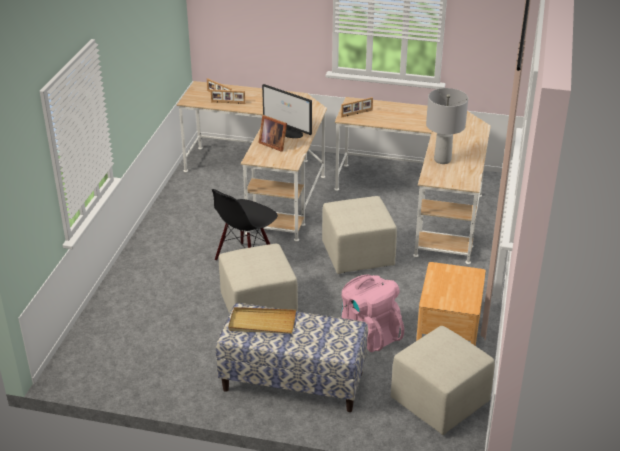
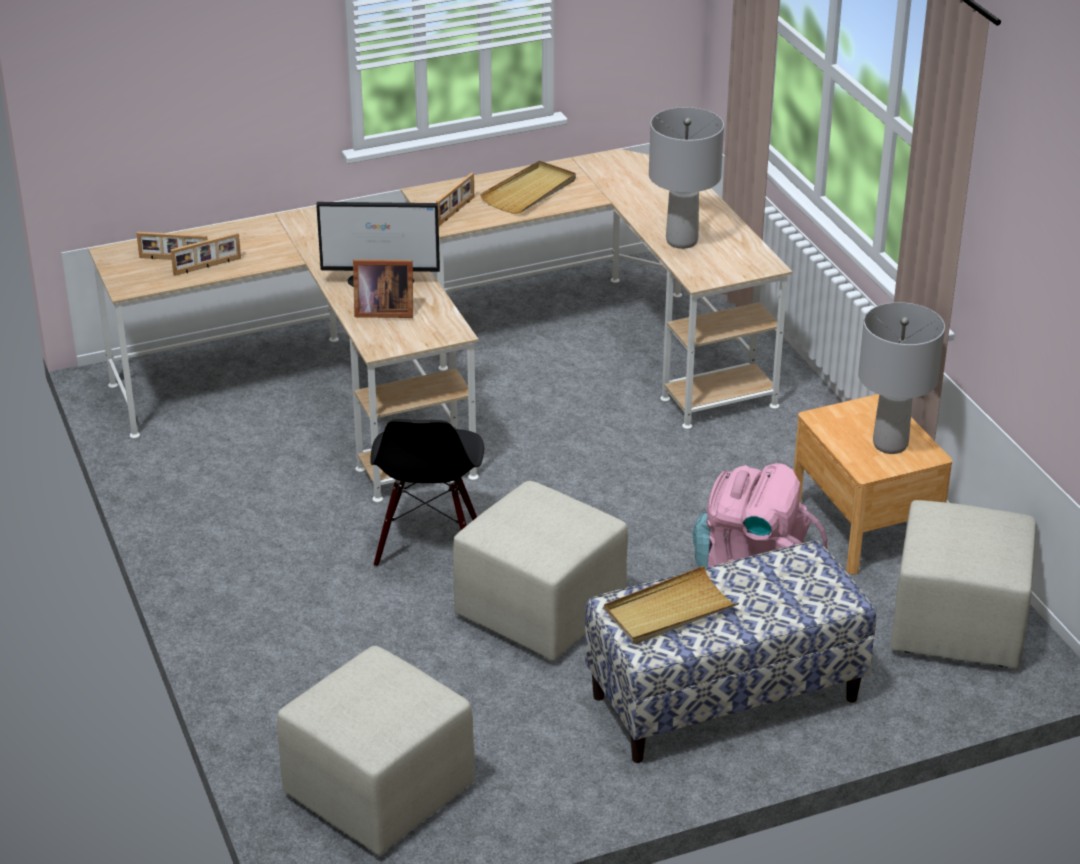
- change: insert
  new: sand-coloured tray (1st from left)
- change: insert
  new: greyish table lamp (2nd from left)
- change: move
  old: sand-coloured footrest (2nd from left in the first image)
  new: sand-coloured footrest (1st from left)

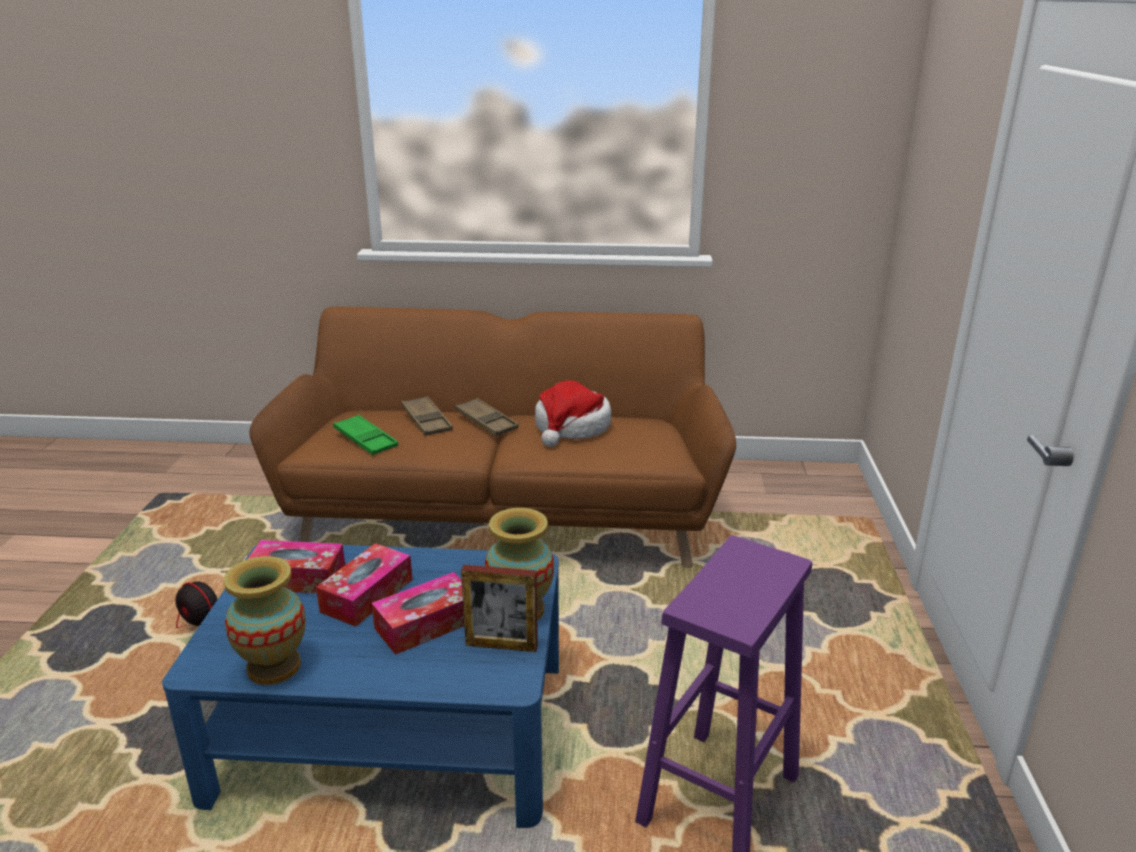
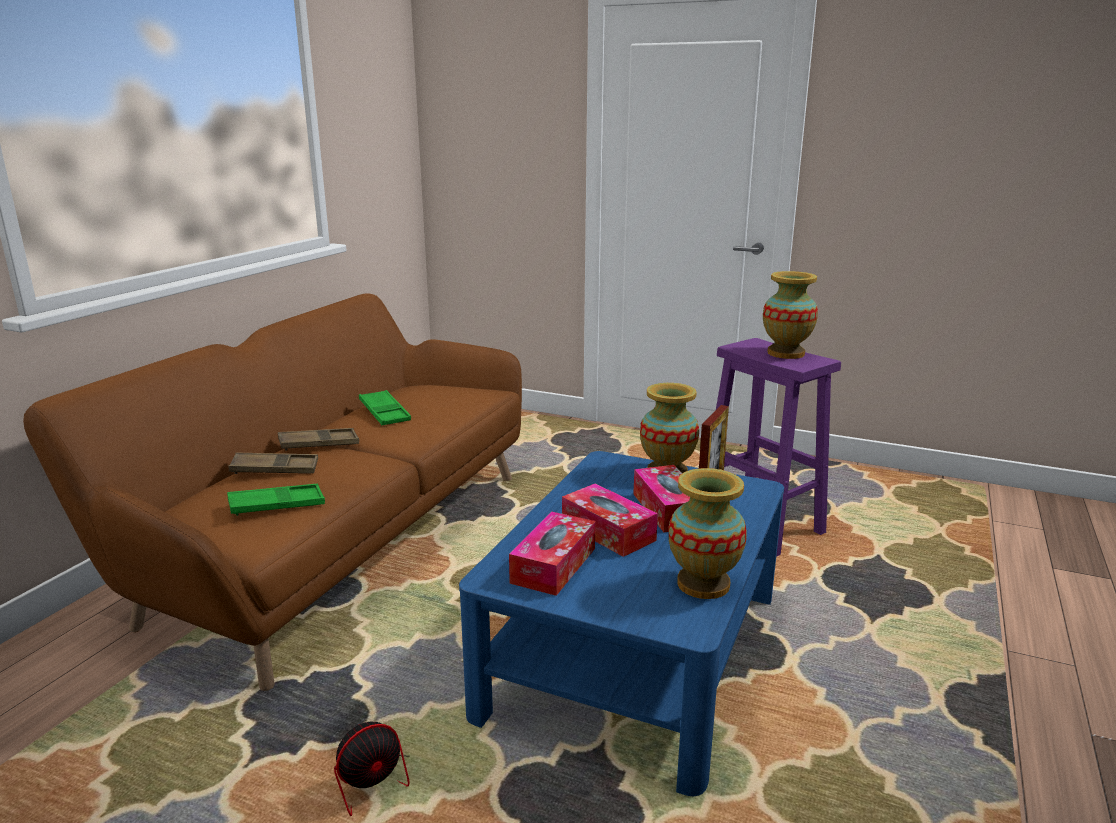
- change: insert
  new: vase (3rd from left)
- change: replace
  old: wearable hat
  new: green-coloured tray (2nd from left)

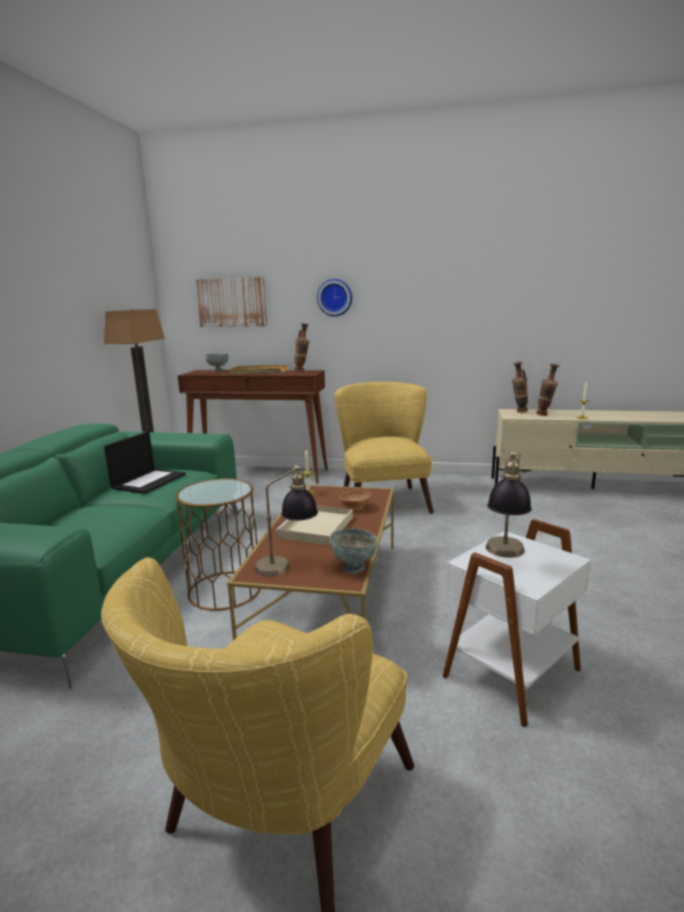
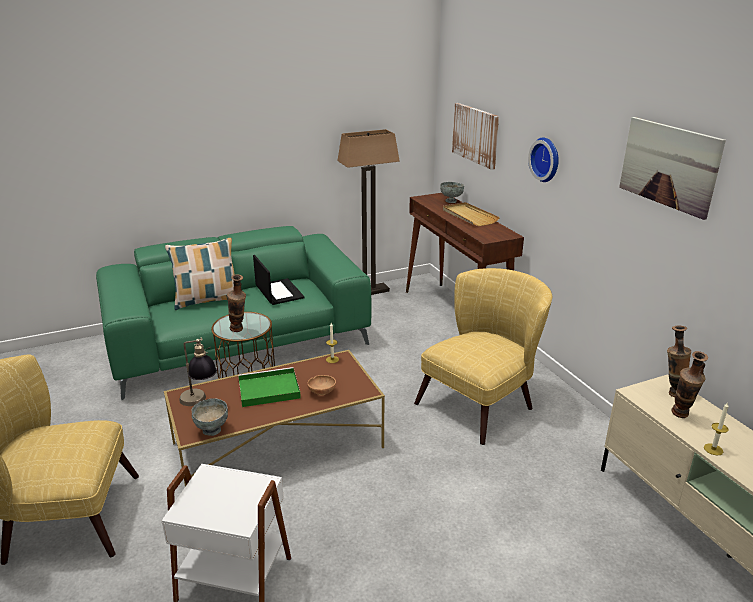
- change: delete
  old: table lamp (2nd from left)
- change: insert
  new: throw pillow
- change: insert
  new: picture (2nd from left)
- change: move
  old: vase (1st from left)
- change: recolor
  old: sand-coloured tray (2nd from left)
  new: green-coloured tray
- change: rotate
  old: notebook computer
  degrees: -105

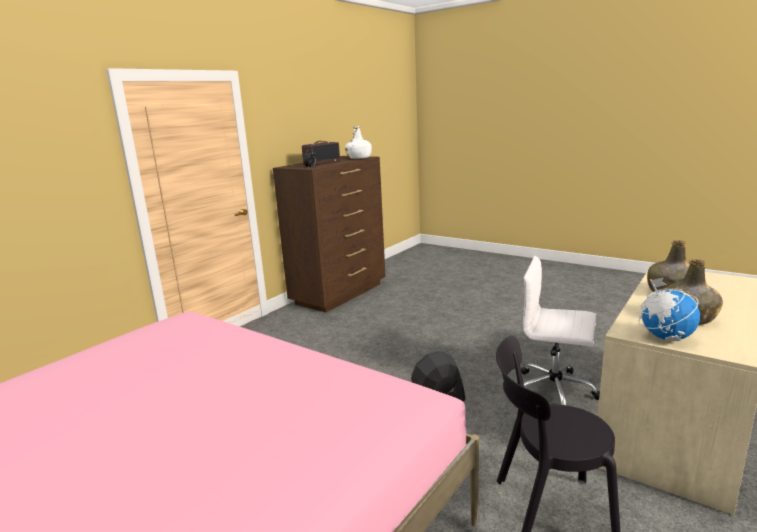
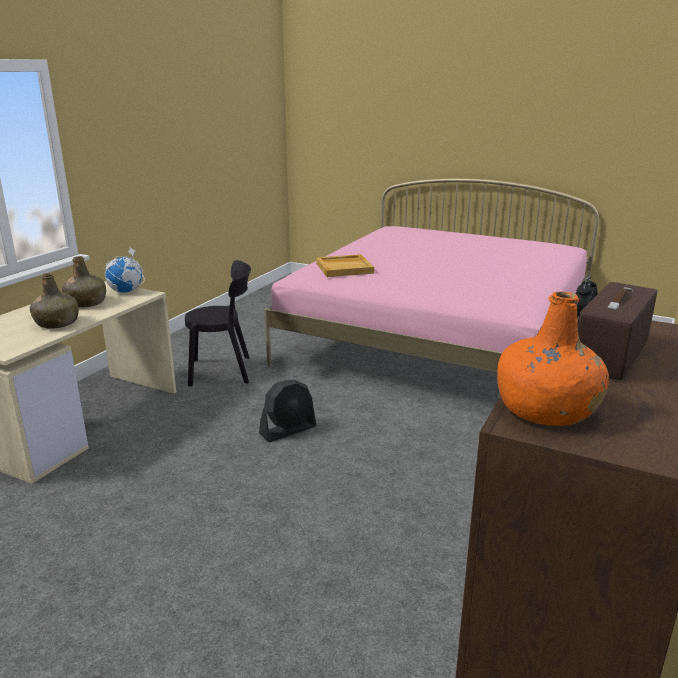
- change: delete
  old: white-coloured desk chair
- change: insert
  new: sand-coloured tray
- change: recolor
  old: white-coloured beverage bottle
  new: orangey beverage bottle

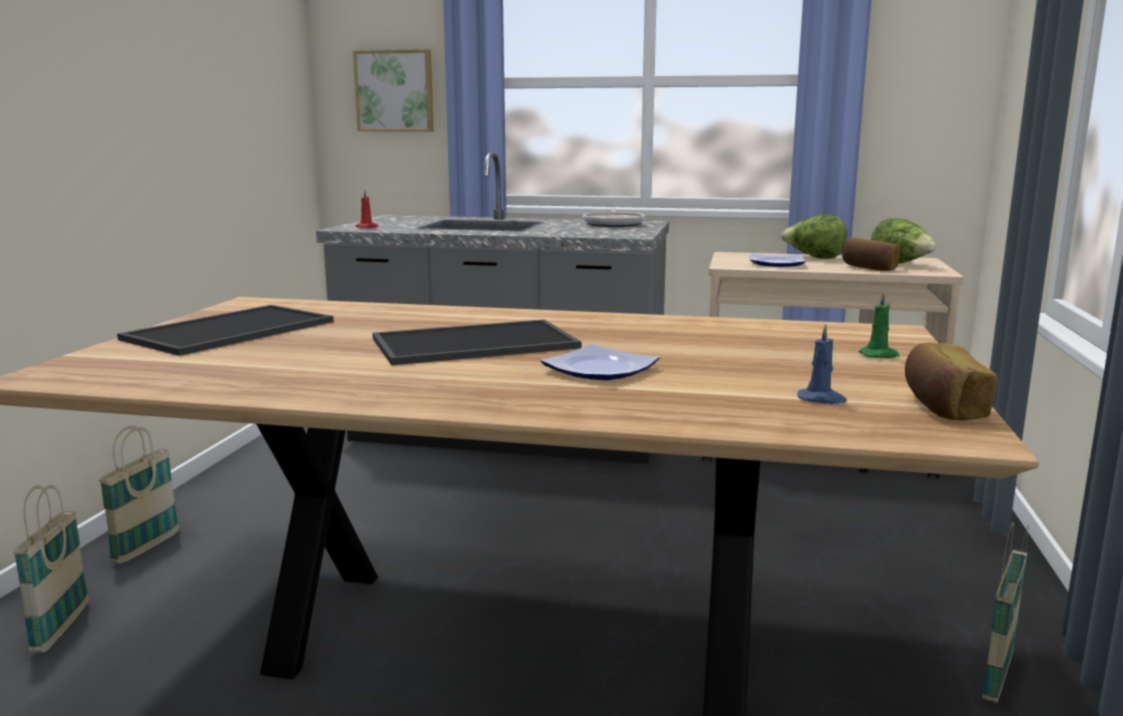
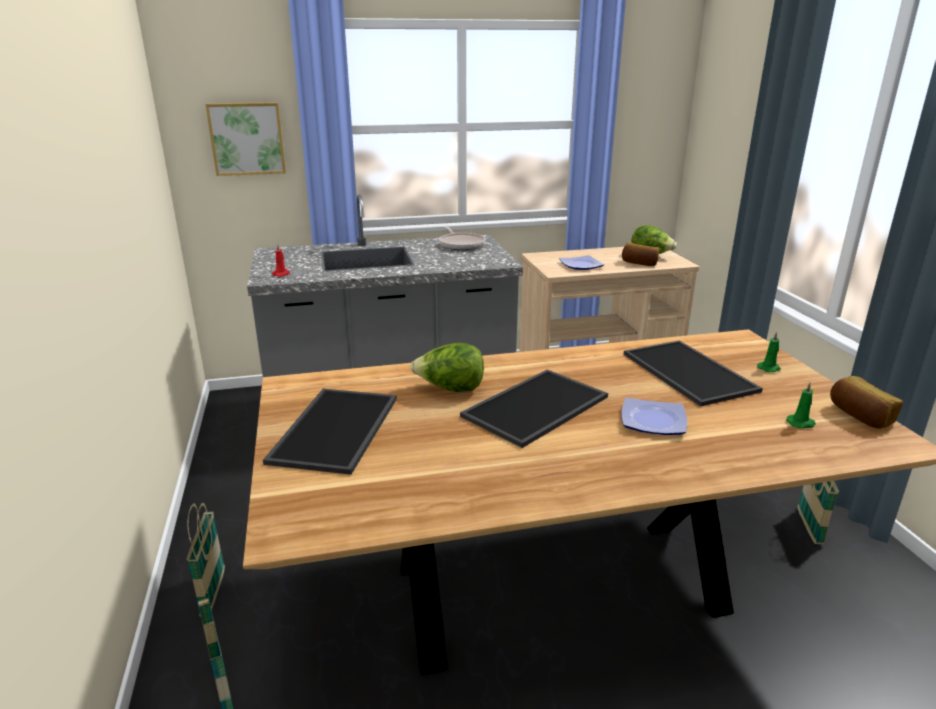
- change: insert
  new: tray (3rd from left)
- change: move
  old: lettuce (1st from left)
- change: recolor
  old: blue candle
  new: green-coloured candle (2nd from left)

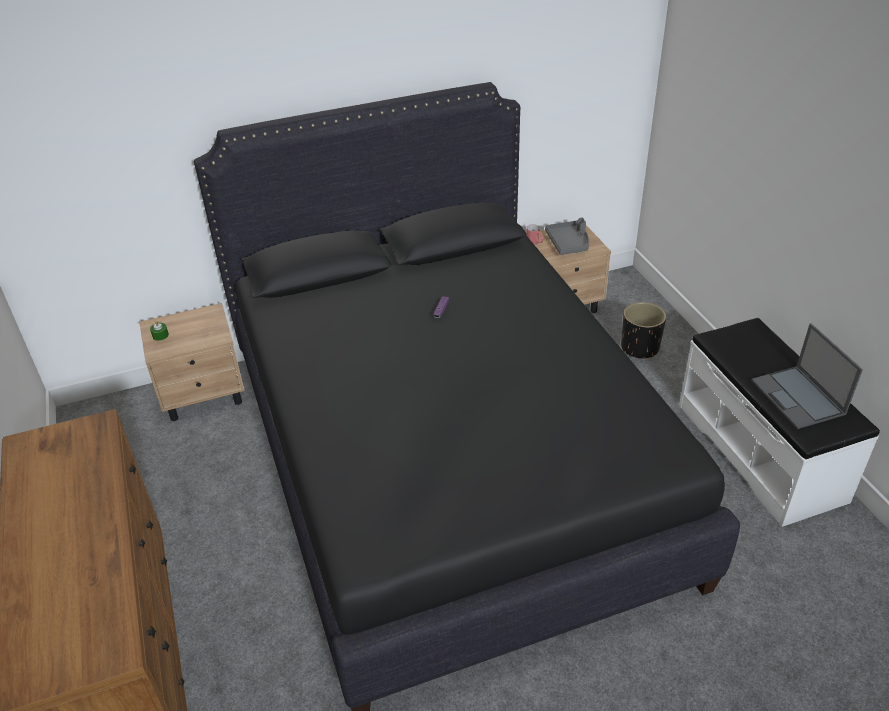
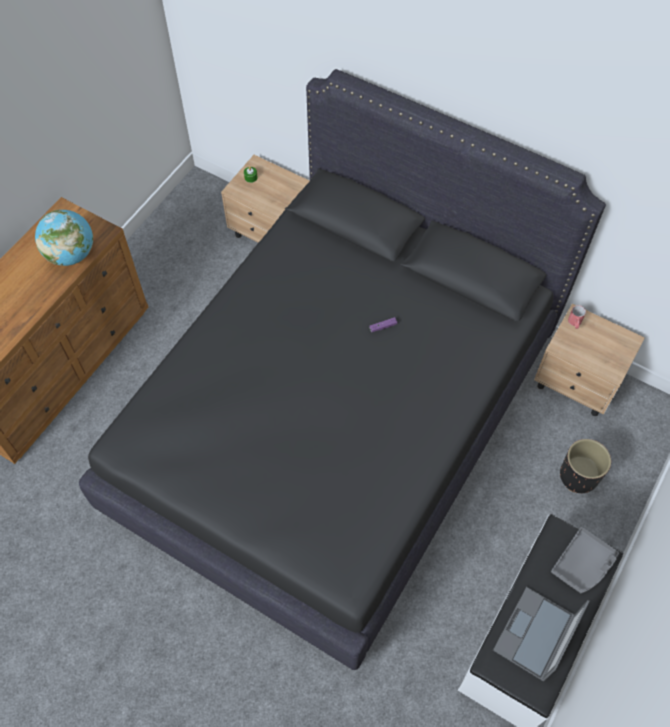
- change: insert
  new: desk globe
- change: move
  old: greyish tray

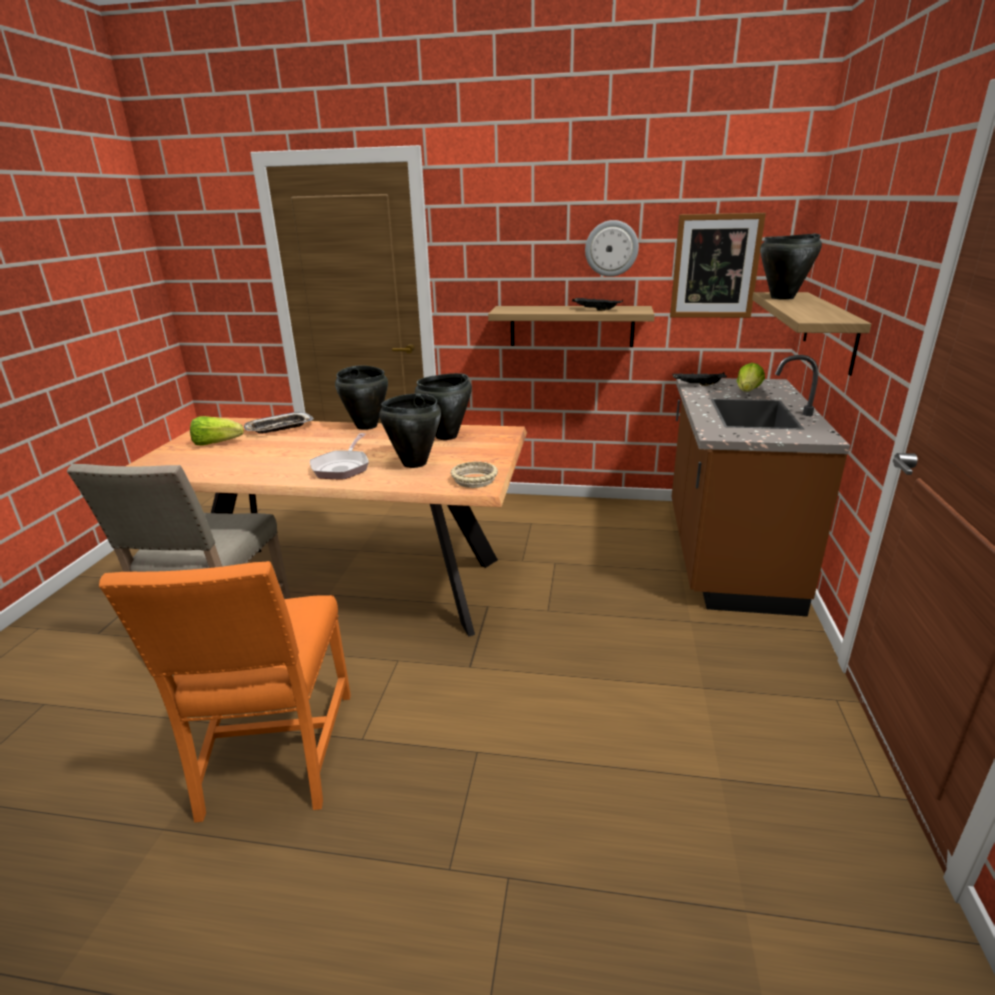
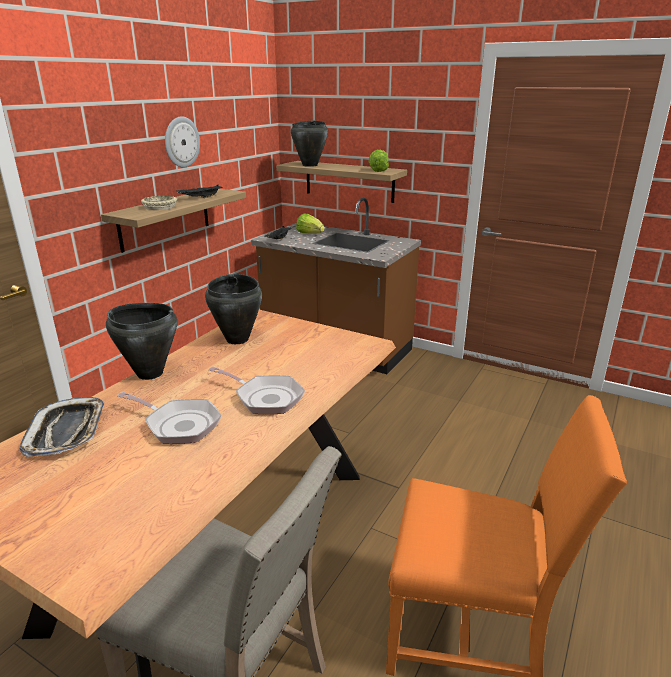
- change: delete
  old: blackish cooking pot (2nd from left)
- change: delete
  old: picture
- change: insert
  new: frying pan (1st from left)
- change: move
  old: lettuce (1st from left in the first image)
  new: lettuce (2nd from left)
- change: move
  old: sand-coloured bowl

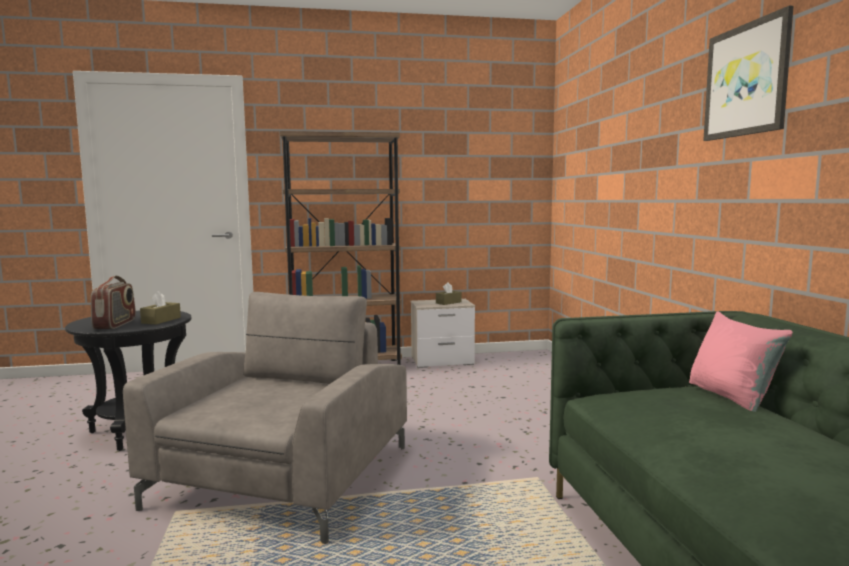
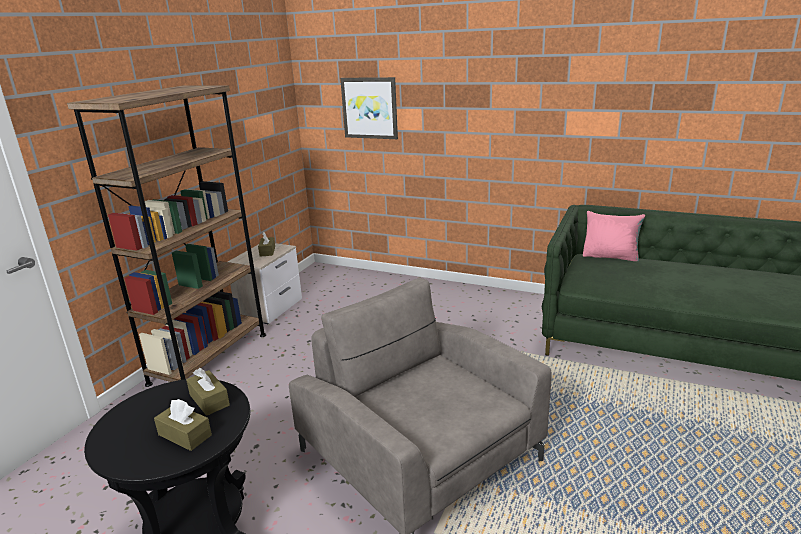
- change: move
  old: picture
- change: replace
  old: radio set
  new: brownish box of tissues (1st from left)

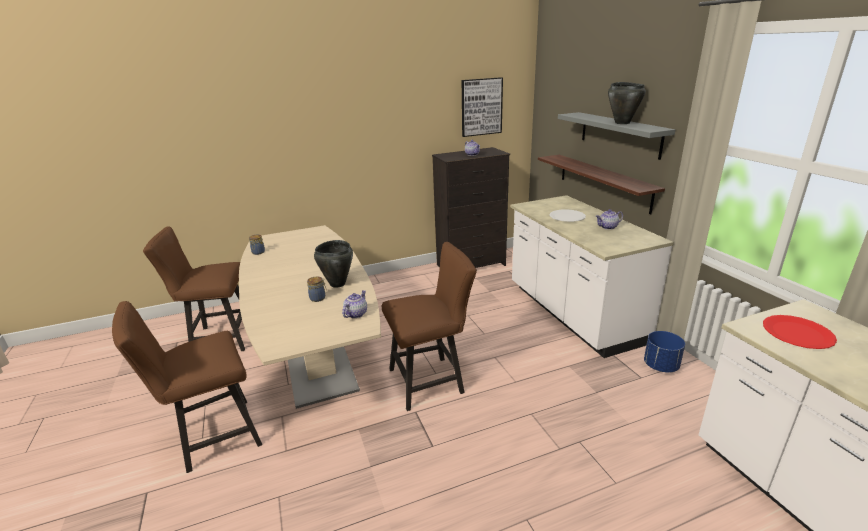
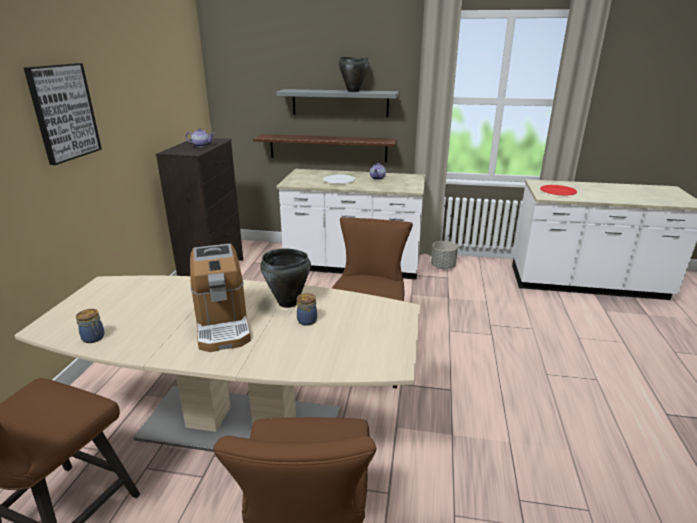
- change: delete
  old: tea pot (1st from left)
- change: insert
  new: coffee machine
- change: move
  old: picture
- change: recolor
  old: blue plant pot
  new: greyish plant pot

